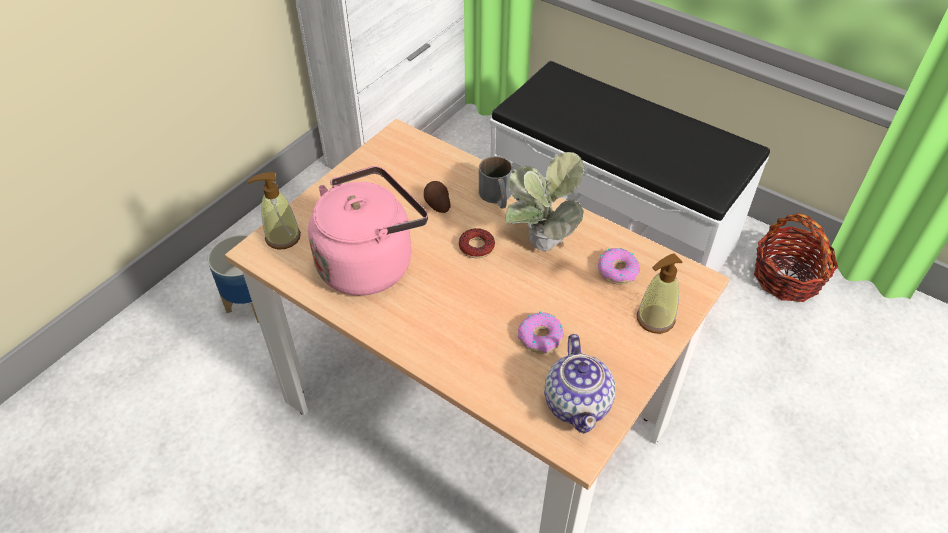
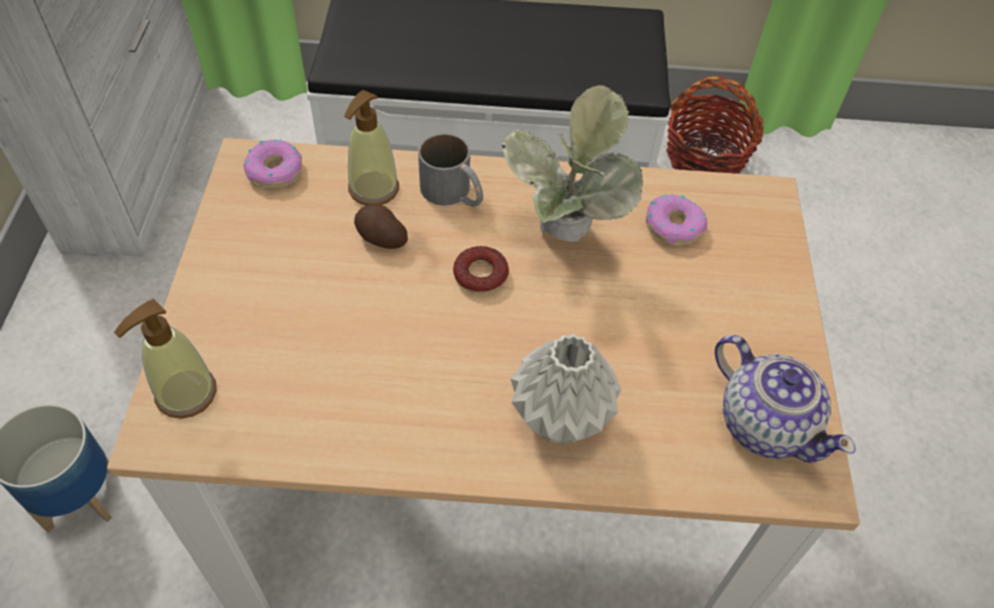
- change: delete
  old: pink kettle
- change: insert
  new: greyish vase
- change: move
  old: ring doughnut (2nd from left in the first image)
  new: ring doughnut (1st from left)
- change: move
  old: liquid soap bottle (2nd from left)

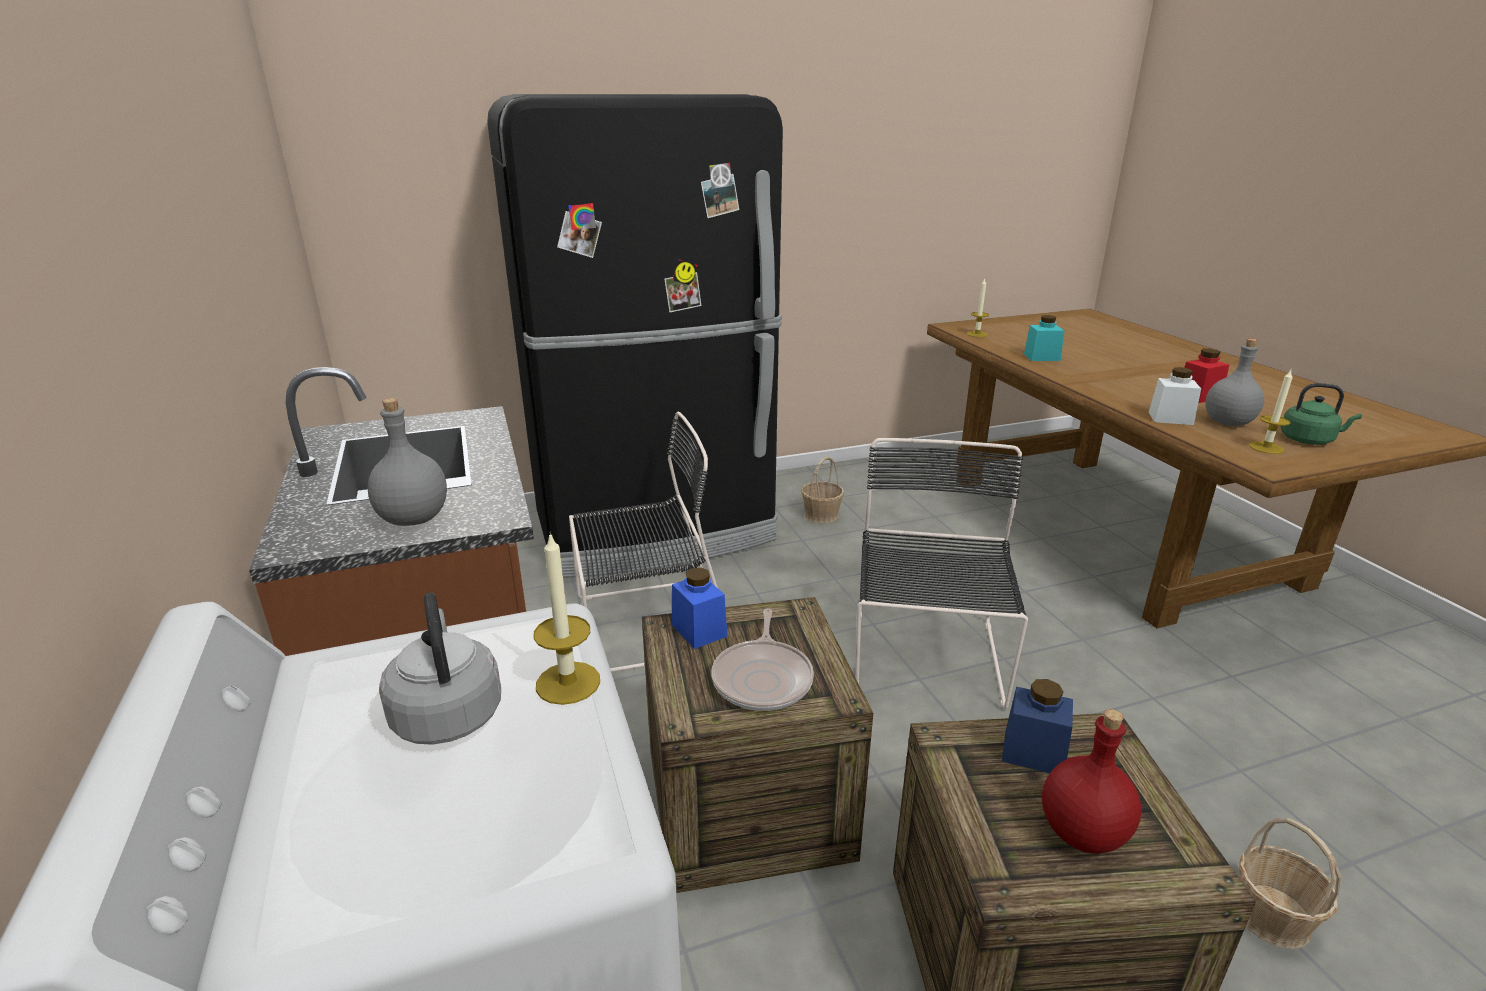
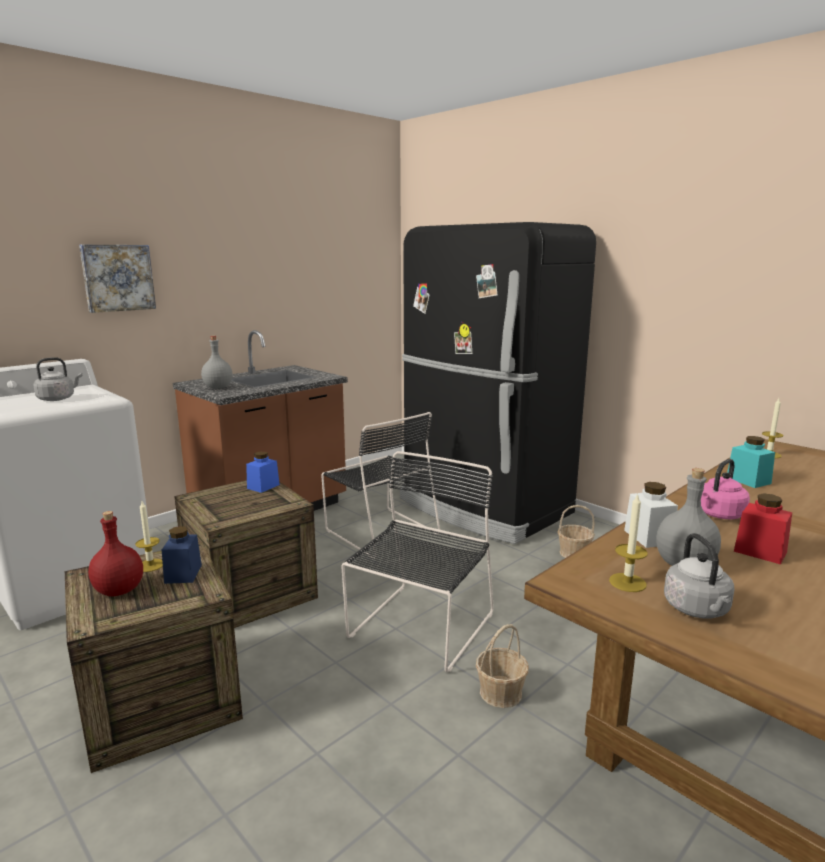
- change: delete
  old: frying pan
- change: insert
  new: picture
- change: insert
  new: pink kettle
- change: move
  old: candle (1st from left)
- change: move
  old: household basket (2nd from left in the first image)
  new: household basket (1st from left)
- change: recolor
  old: green-coloured kettle
  new: greyish kettle (2nd from left)
- change: rotate
  old: blackish plain chair (2nd from left)
  degrees: -45

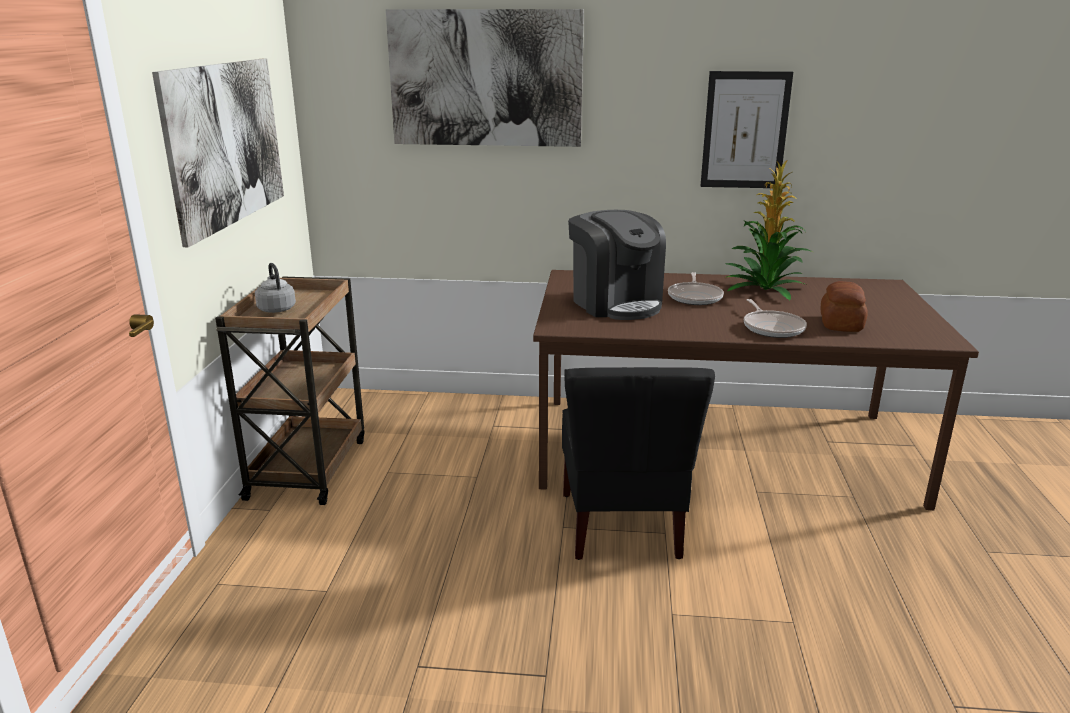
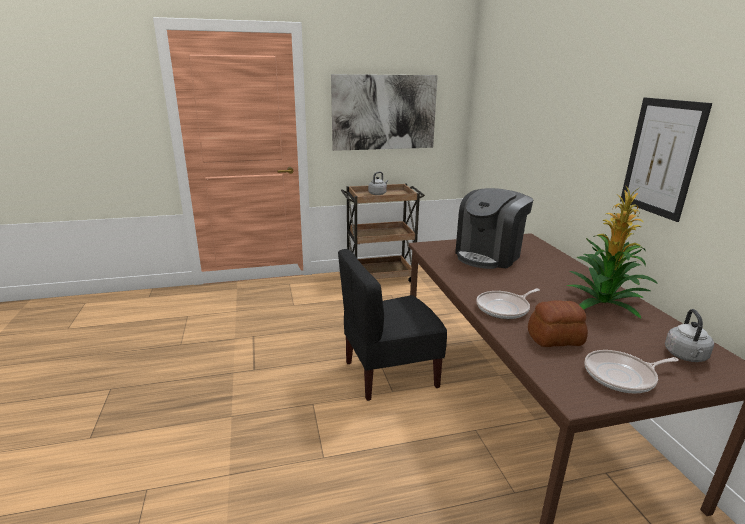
- change: delete
  old: picture (2nd from left)
- change: insert
  new: greyish kettle (2nd from left)
- change: move
  old: frying pan (1st from left in the first image)
  new: frying pan (2nd from left)

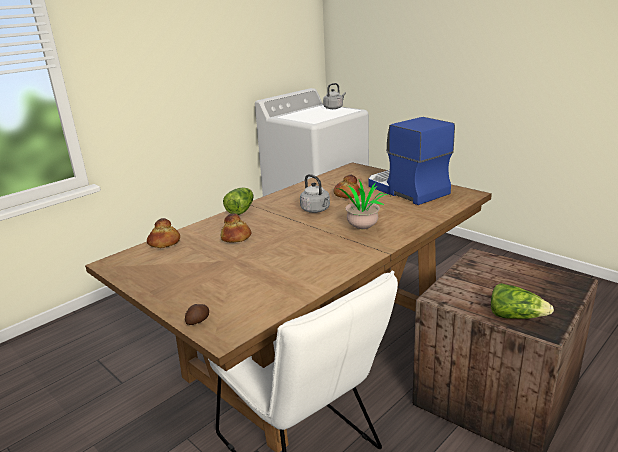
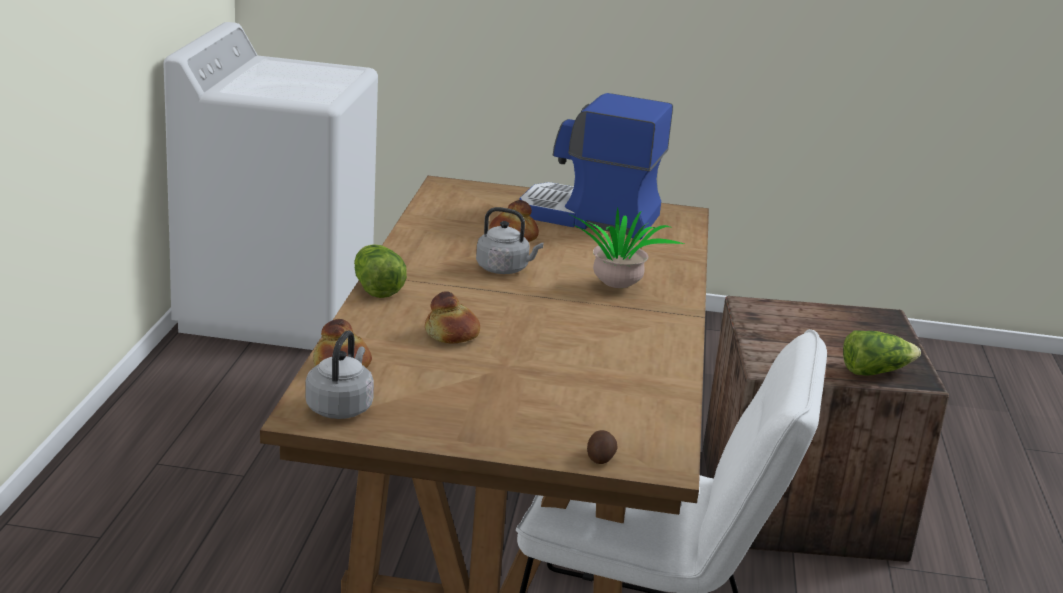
- change: move
  old: greyish kettle (2nd from left in the first image)
  new: greyish kettle (1st from left)

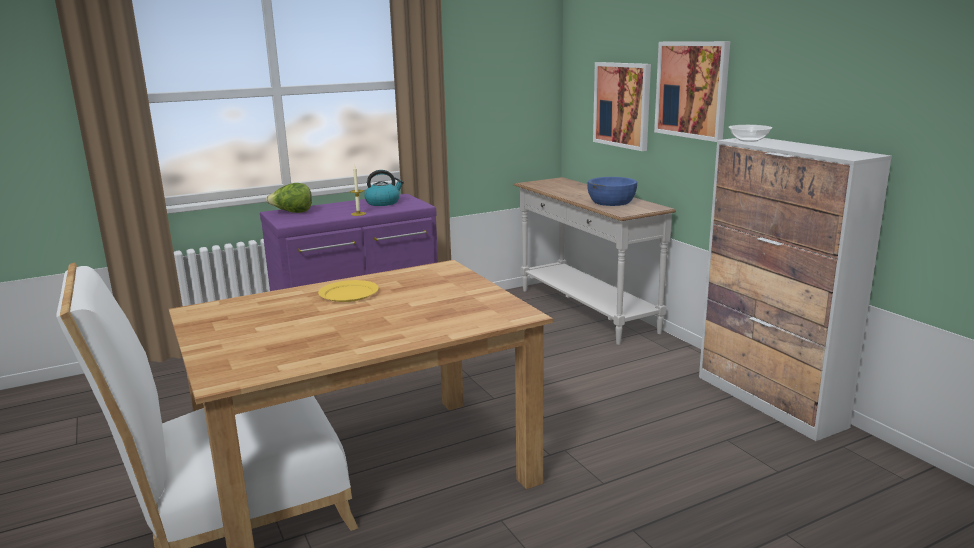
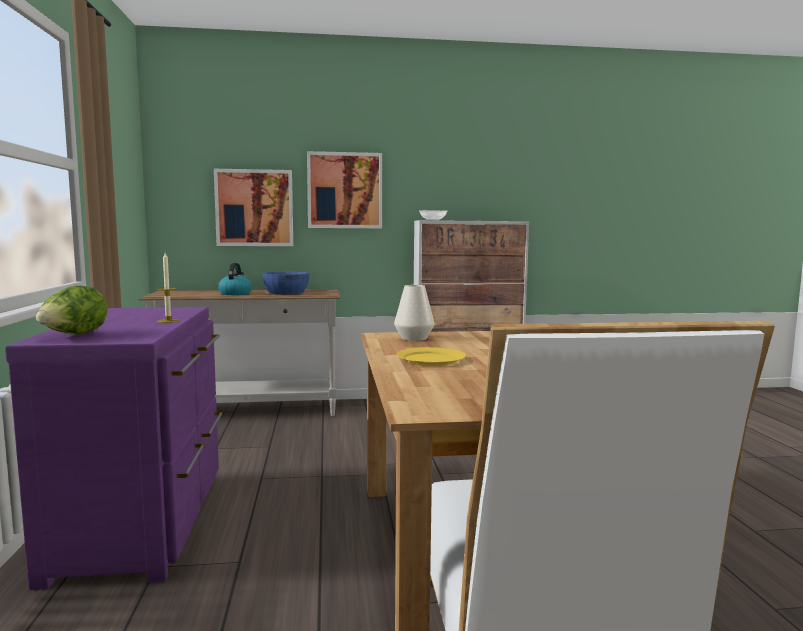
- change: insert
  new: white-coloured vase
- change: move
  old: kettle

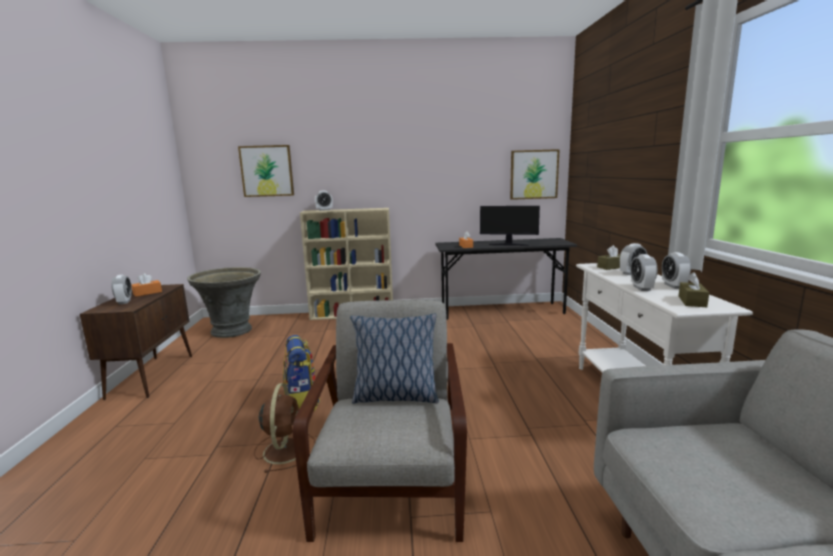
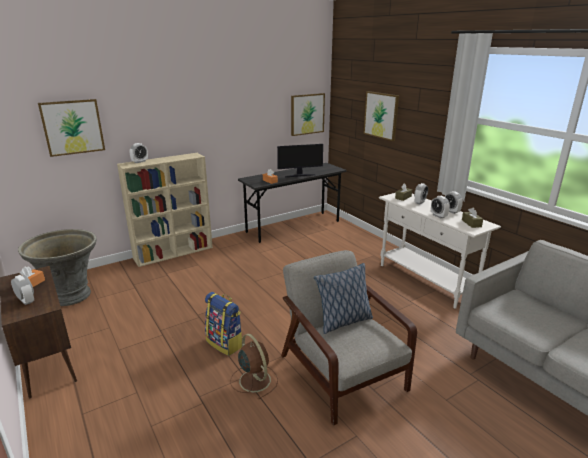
- change: insert
  new: picture (3rd from left)

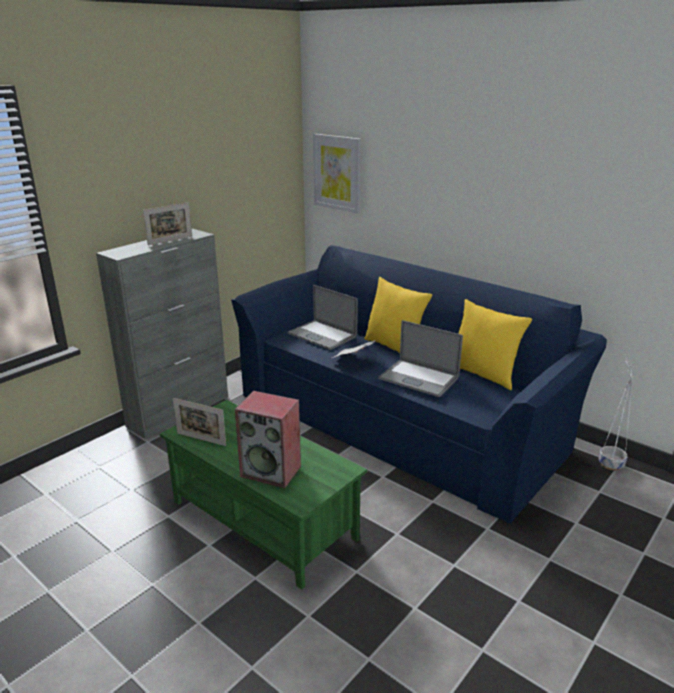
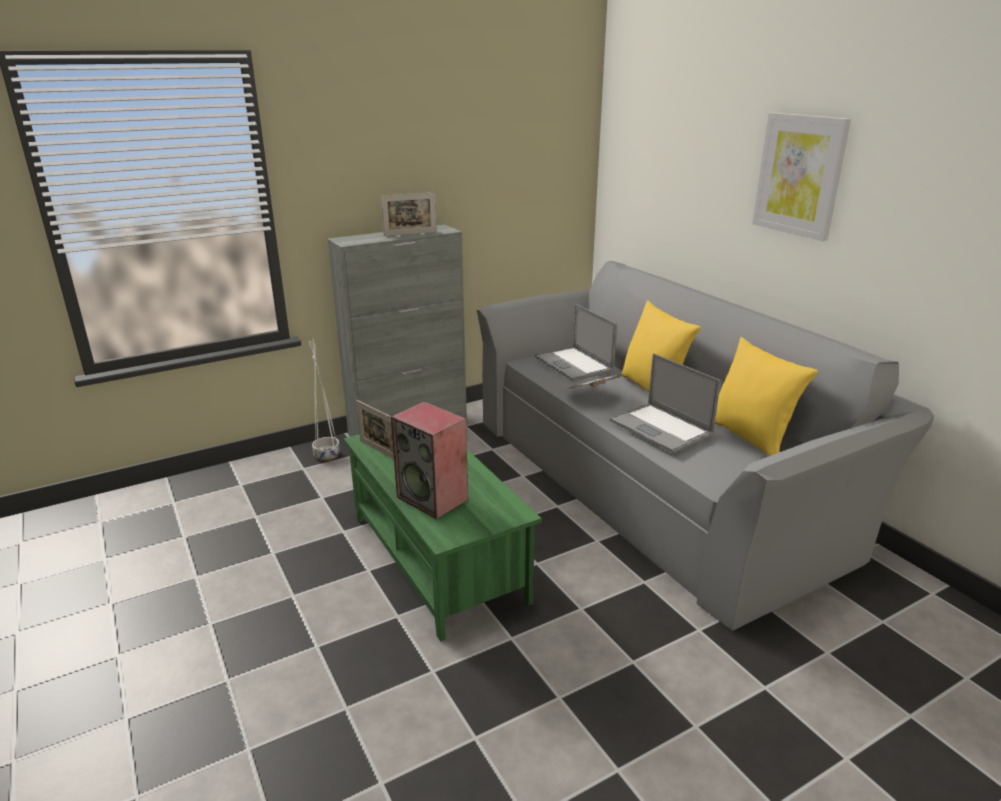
- change: move
  old: picture
- change: move
  old: white-coloured plant pot
- change: recolor
  old: blue sofa
  new: greyish sofa

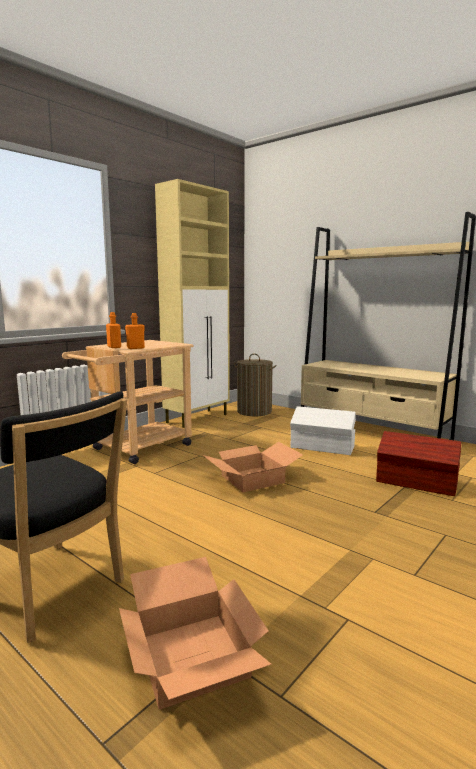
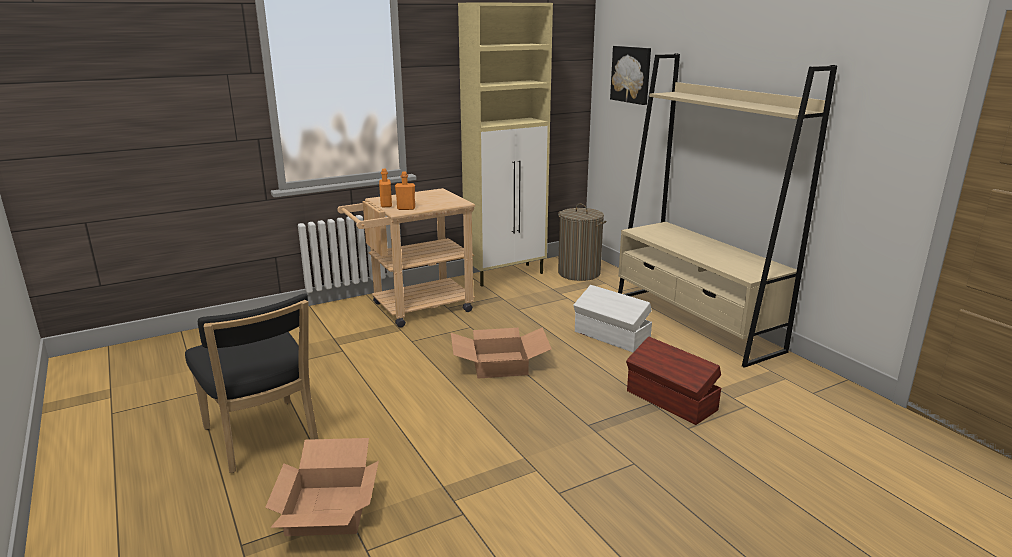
- change: insert
  new: picture

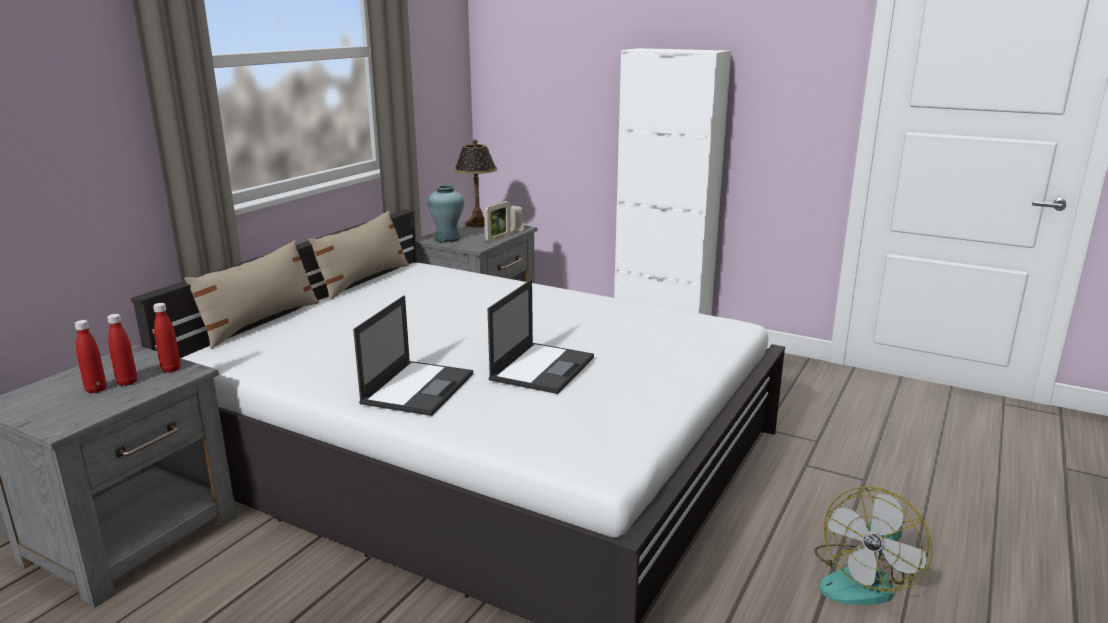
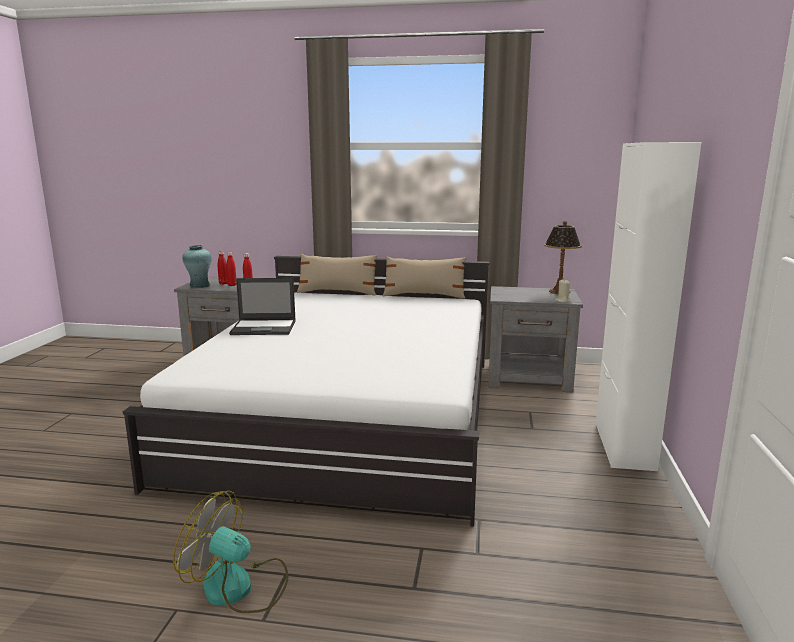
- change: delete
  old: photo frame
- change: delete
  old: notebook computer (2nd from left)
- change: move
  old: turquoise vase

